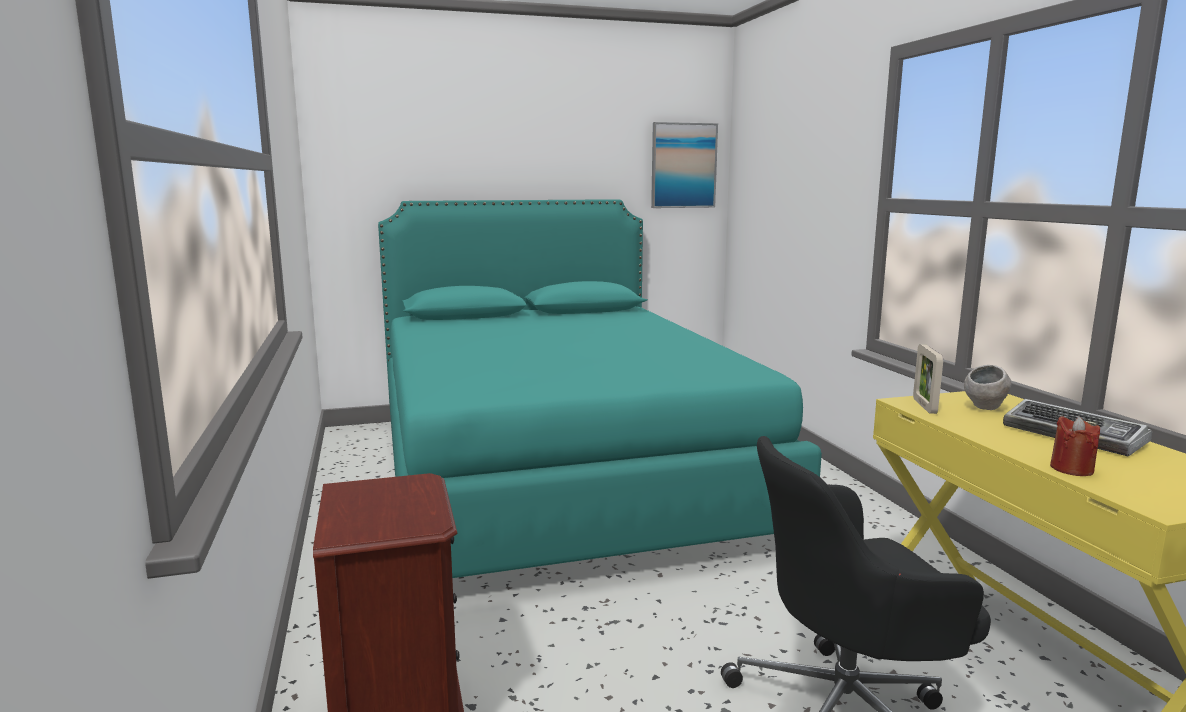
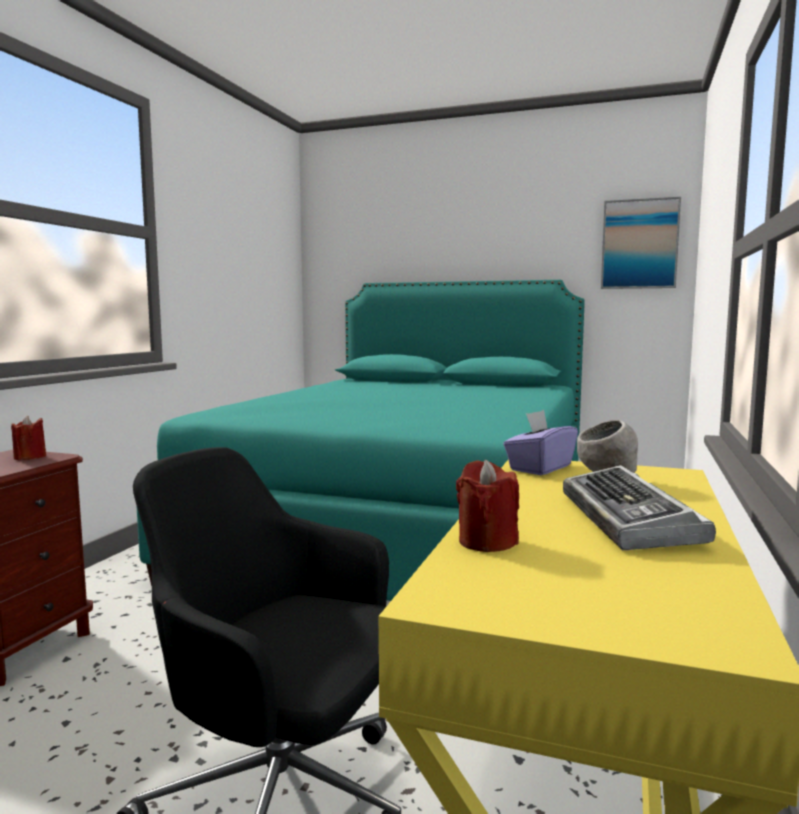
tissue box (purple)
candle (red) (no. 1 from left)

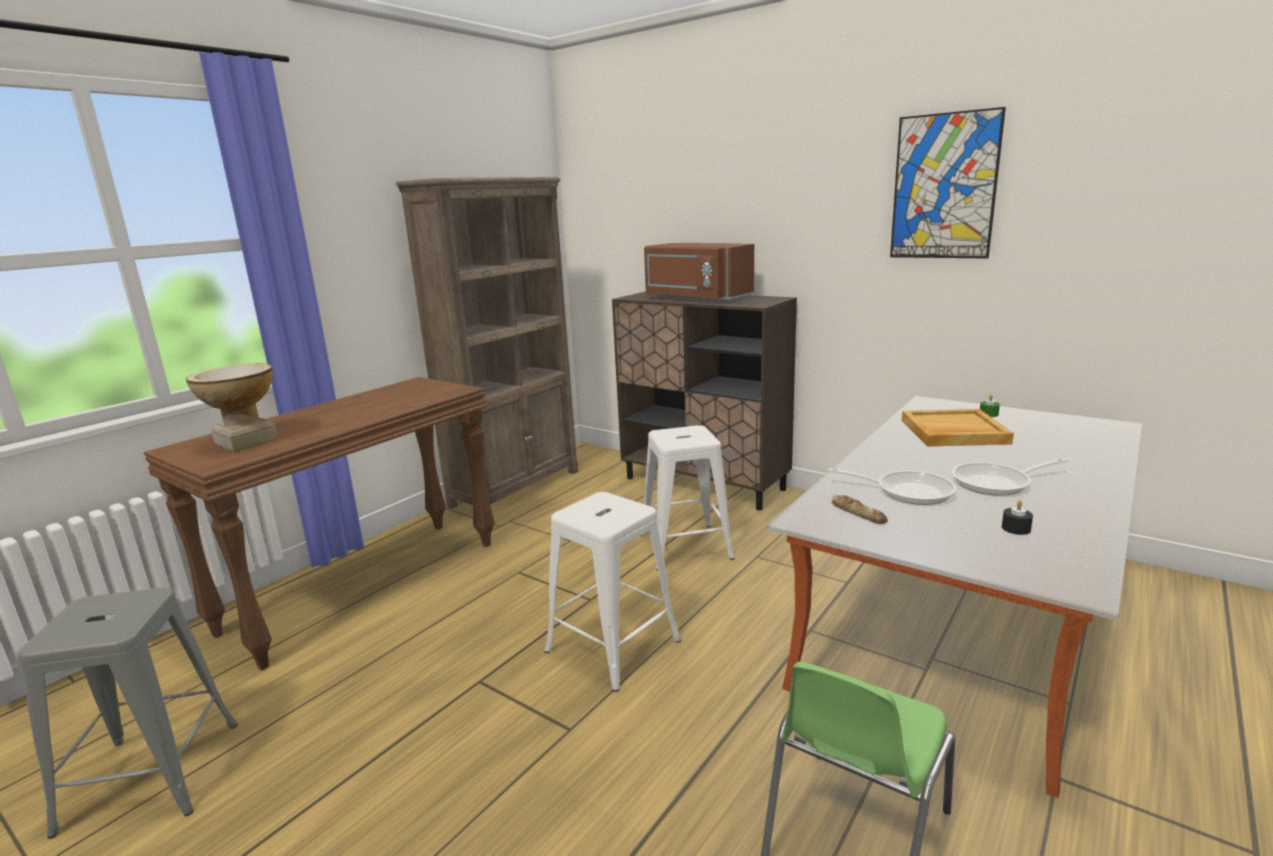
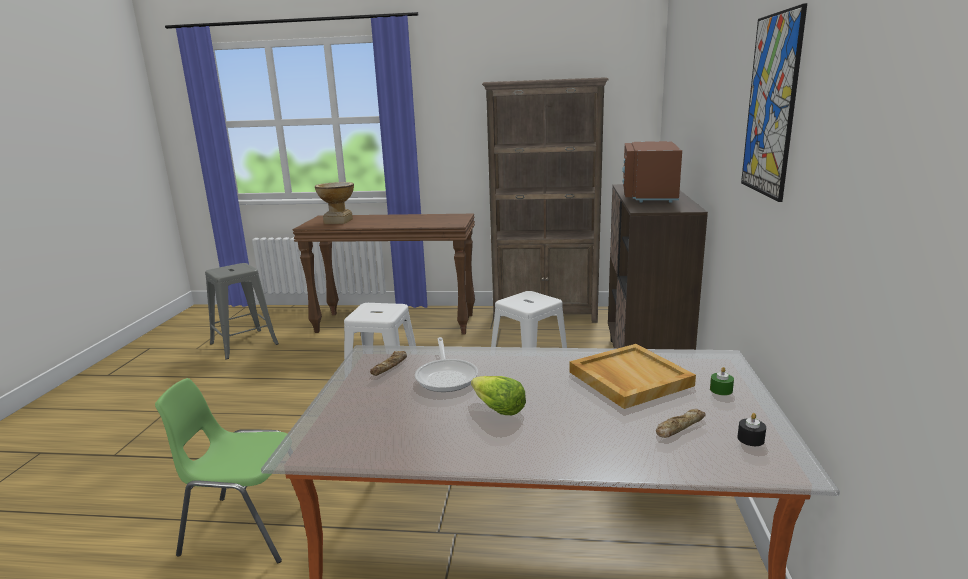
lettuce
candle (black)
bread (no. 2 from left)

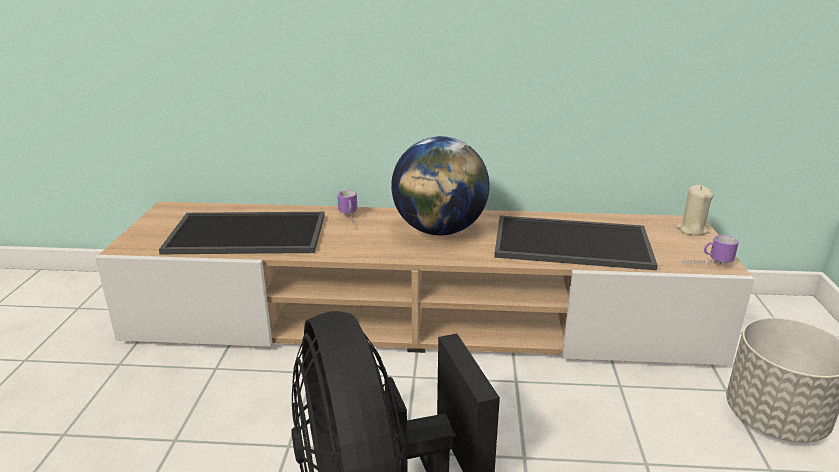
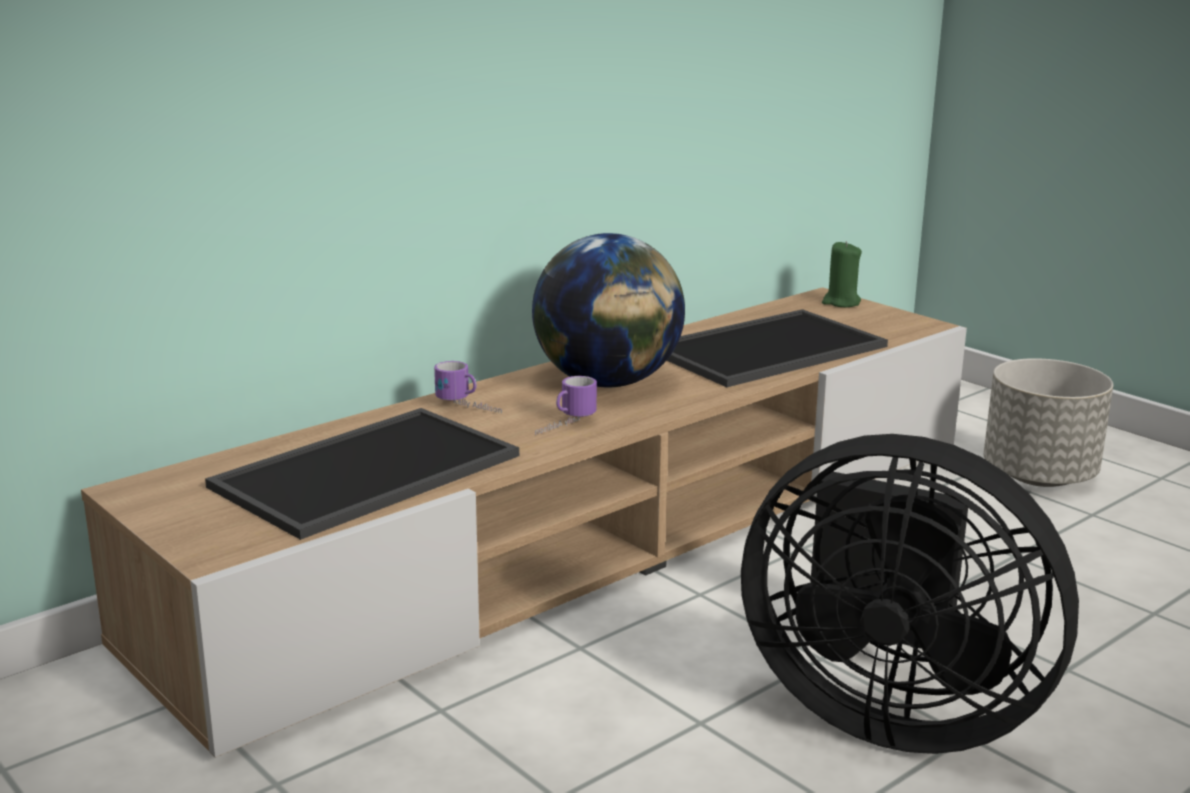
candle (green)
mug (no. 2 from left)

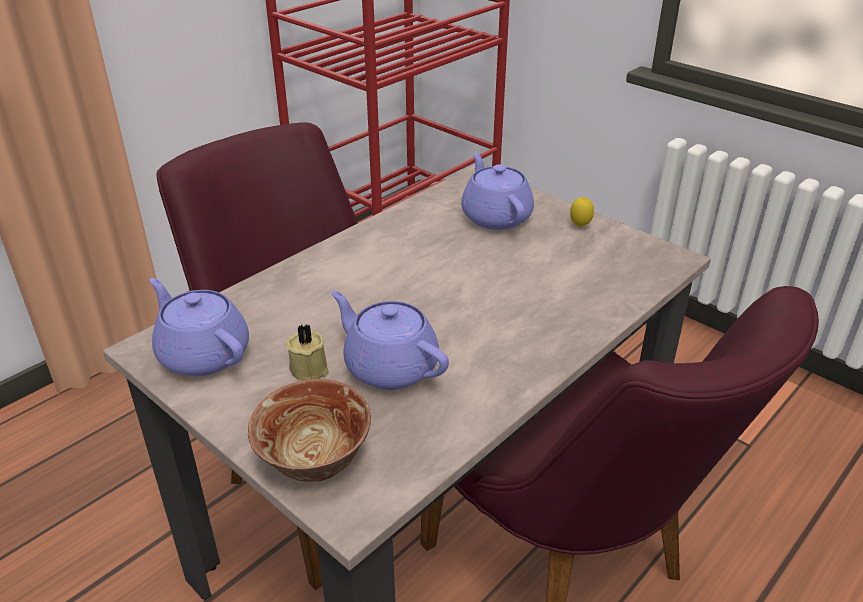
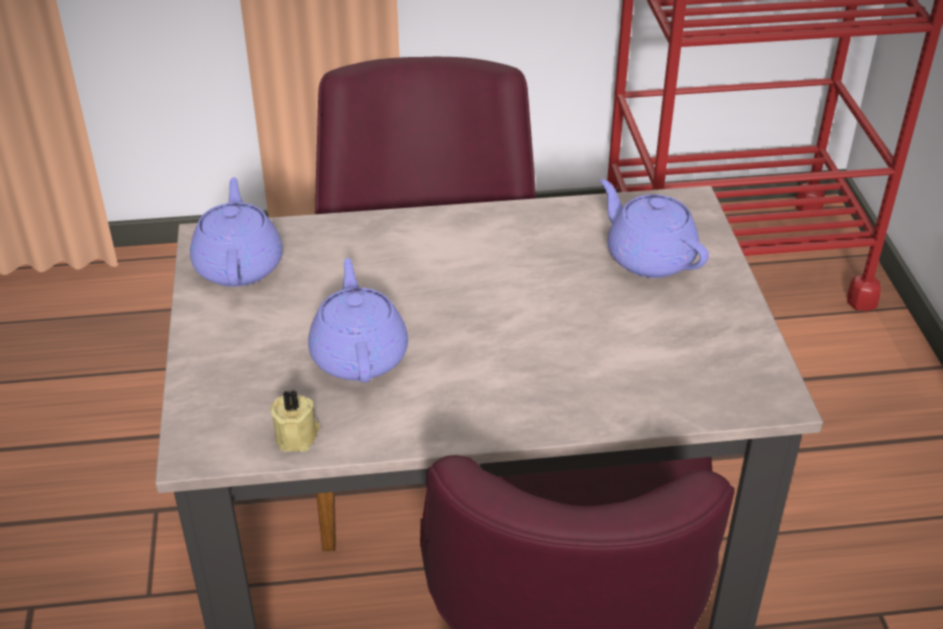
teapot (purple) (no. 3 from left)
lemon
candle (beige)
bowl

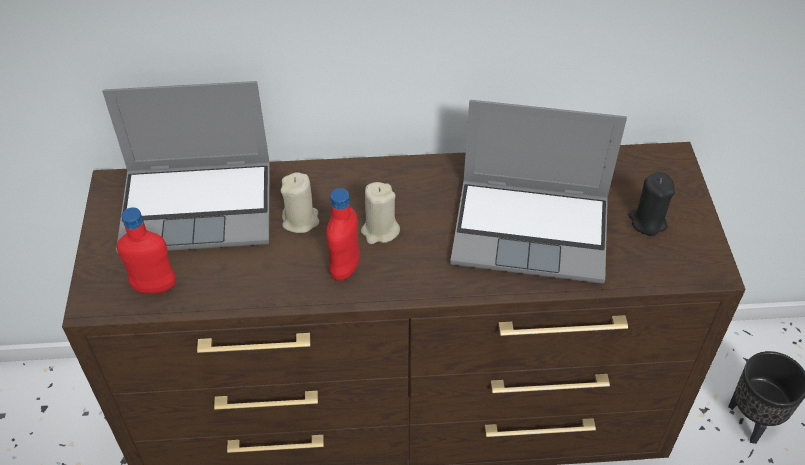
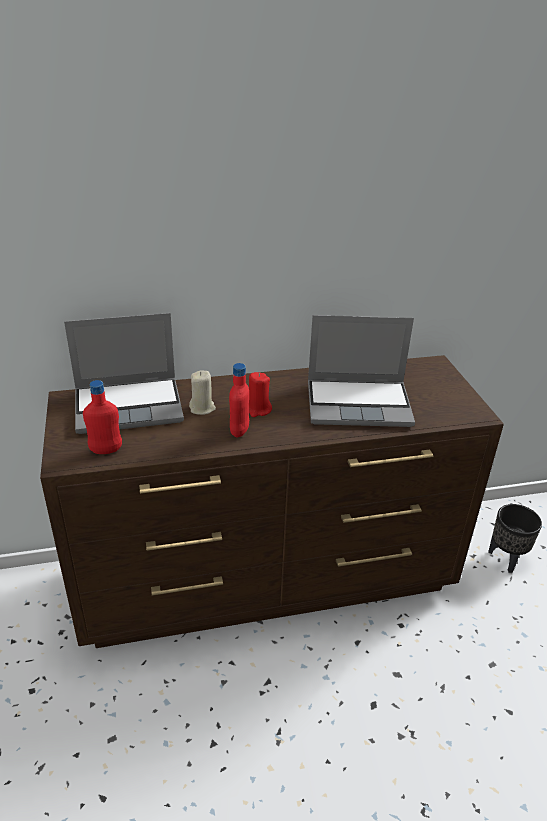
candle (black)
candle (red)

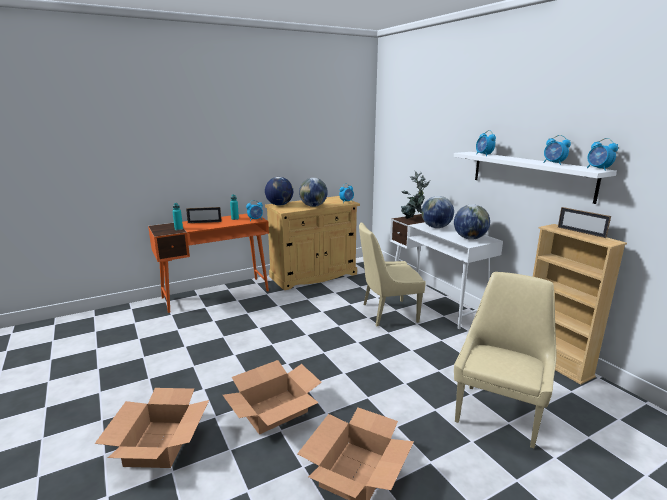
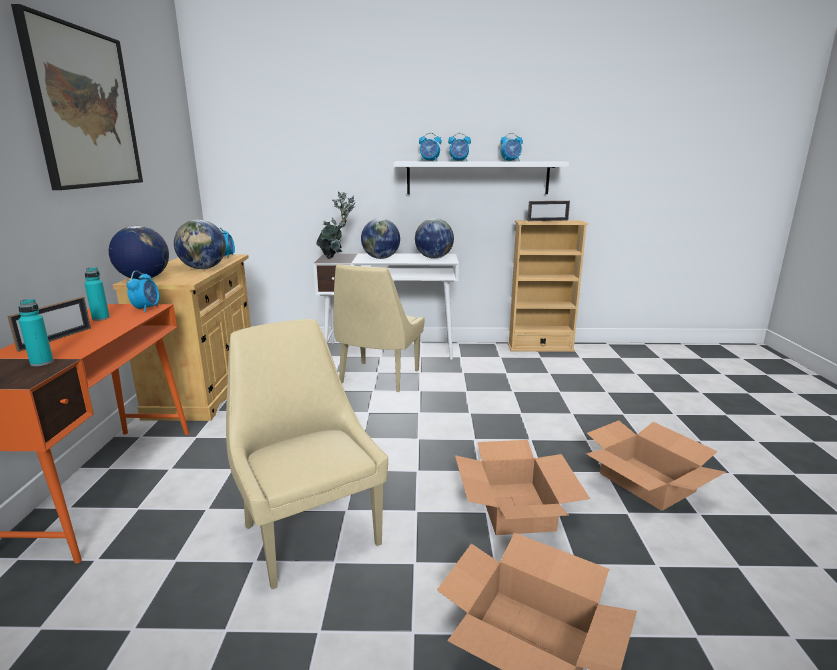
alarm clock (no. 4 from left)
chair (beige) (no. 1 from left)
picture

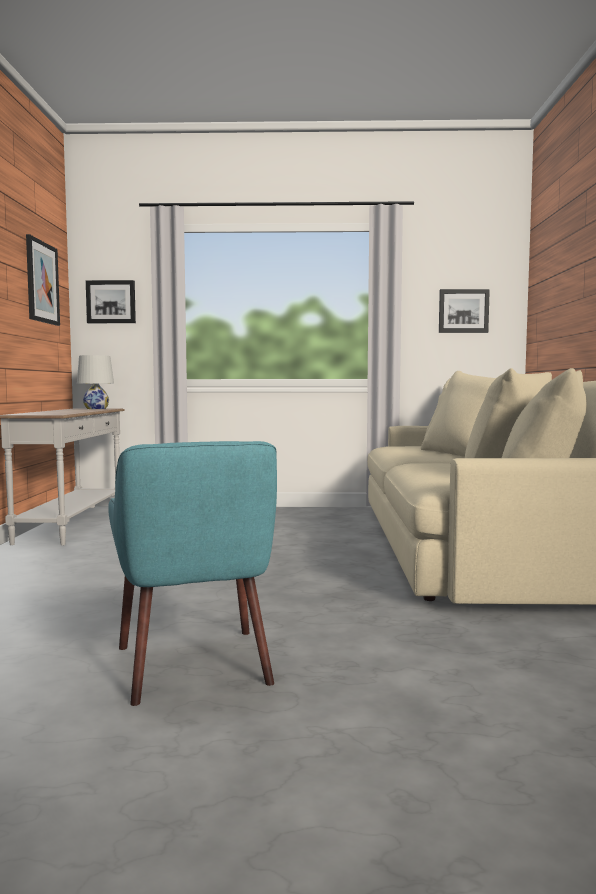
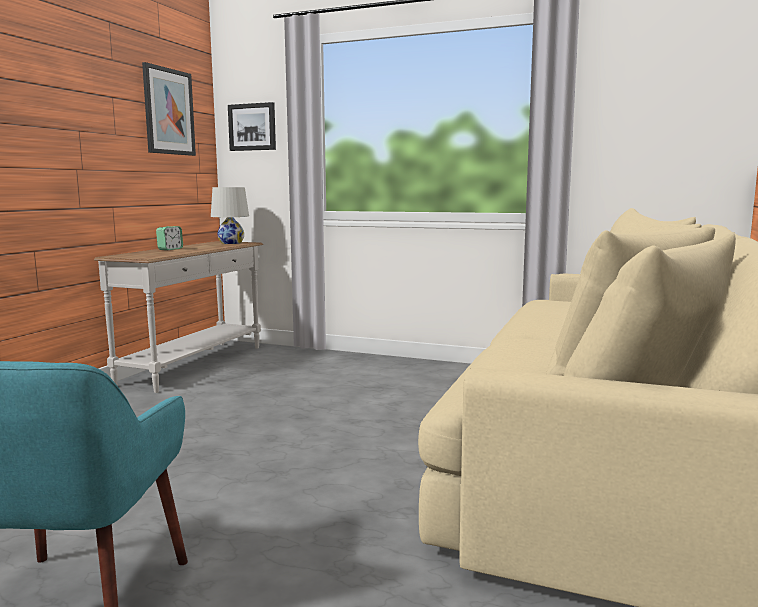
picture (no. 3 from left in the first image)
alarm clock

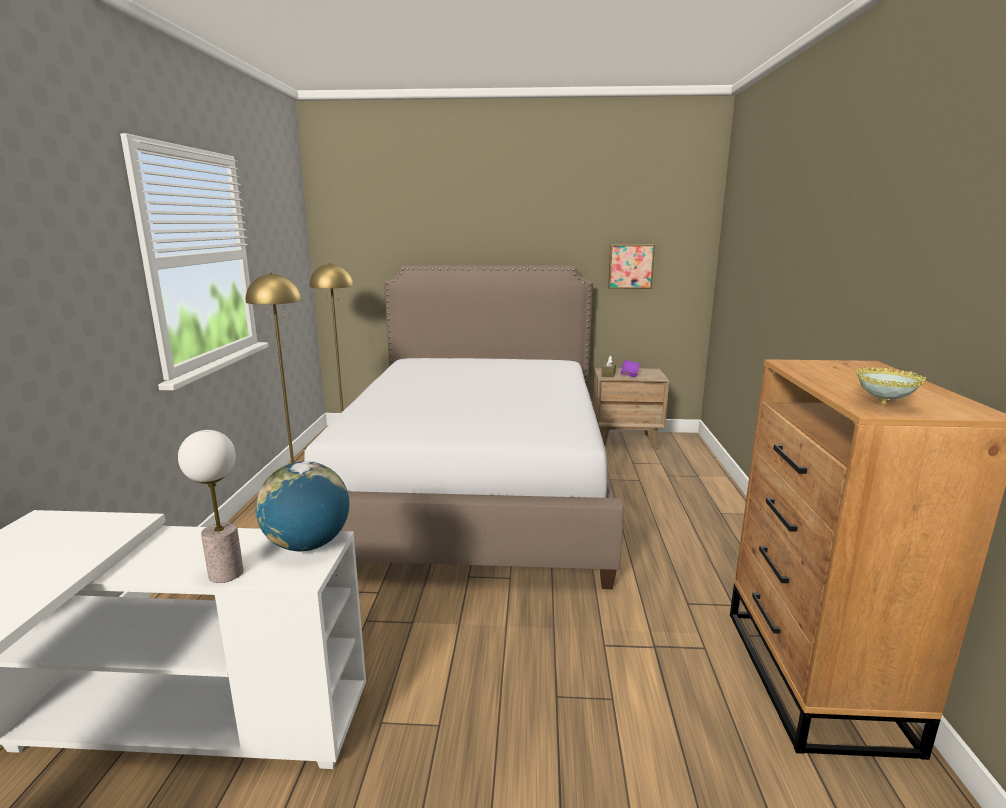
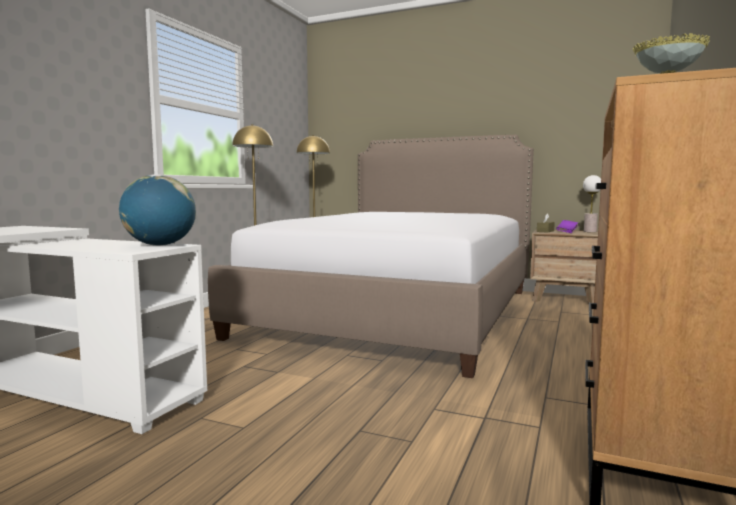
picture
table lamp

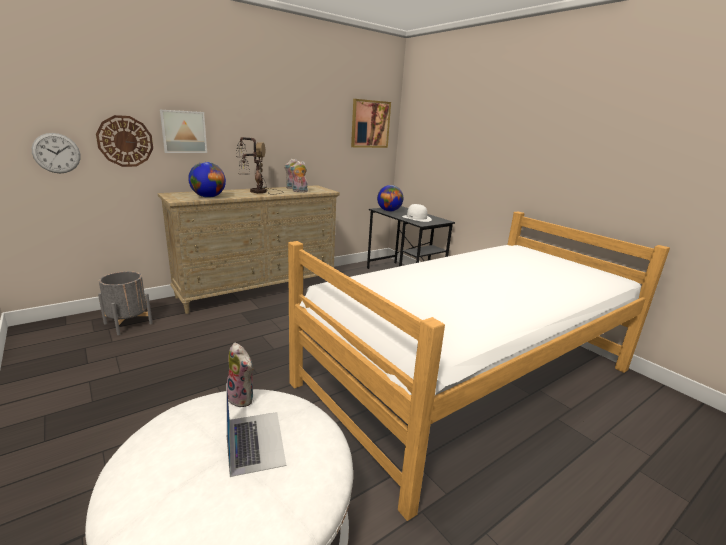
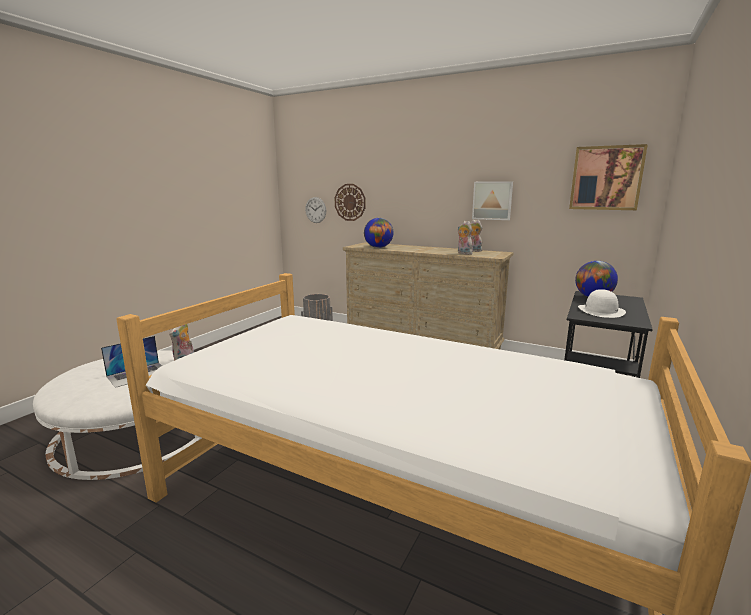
picture (no. 1 from left)
table lamp

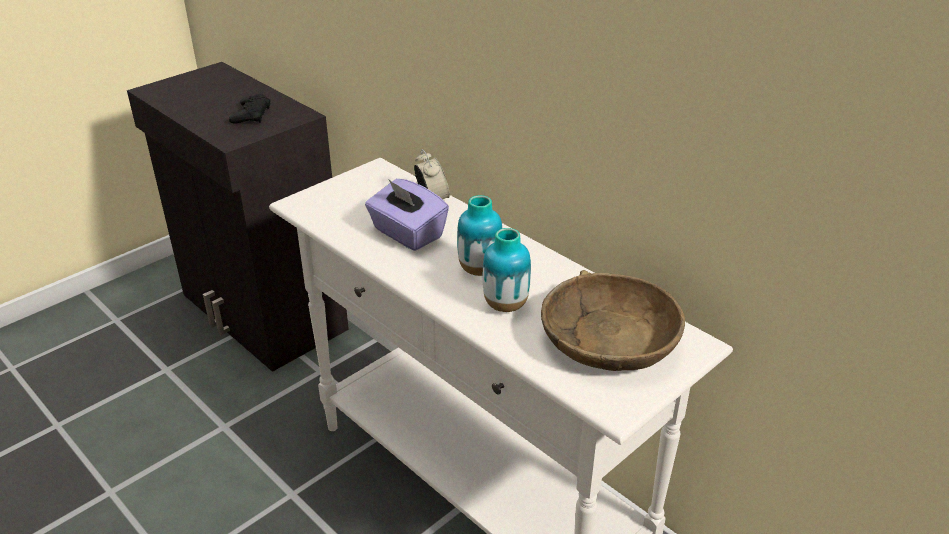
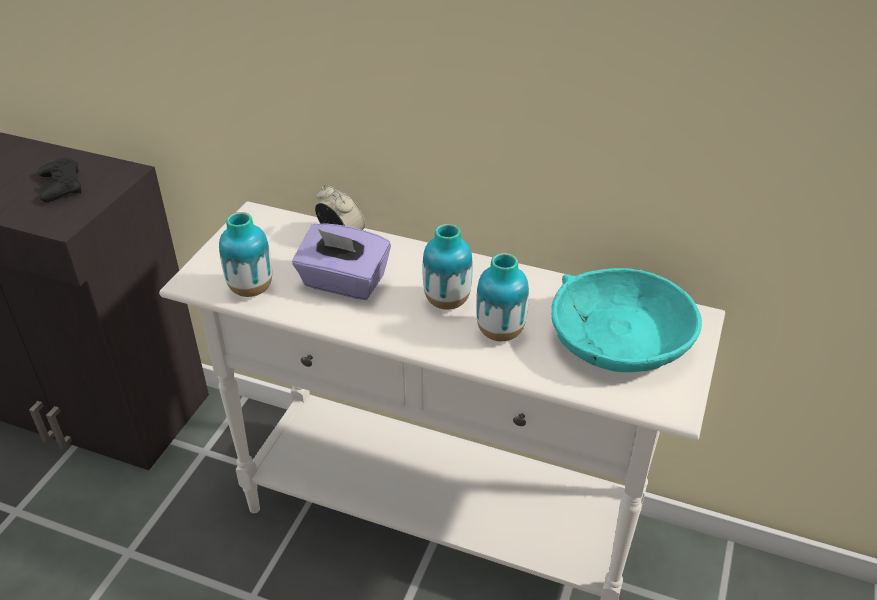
bowl (turquoise)
vase (no. 1 from left)

